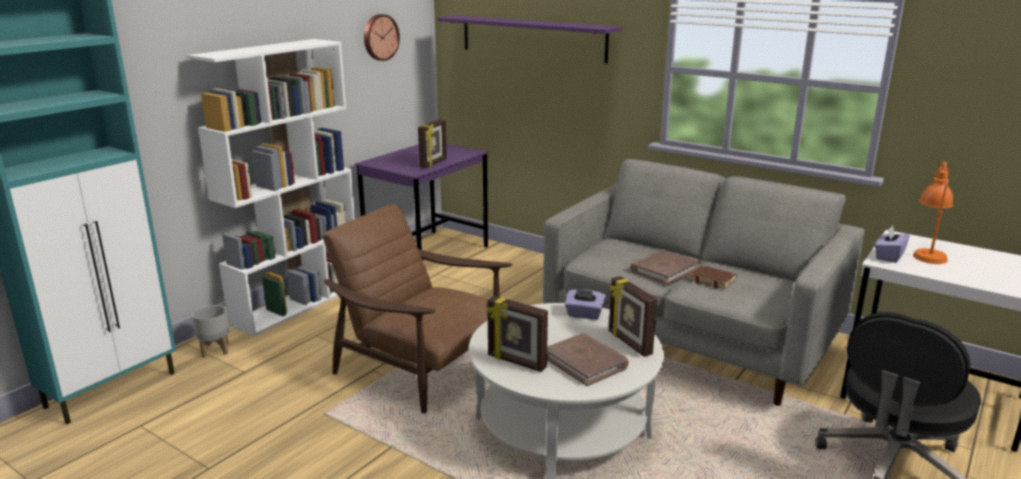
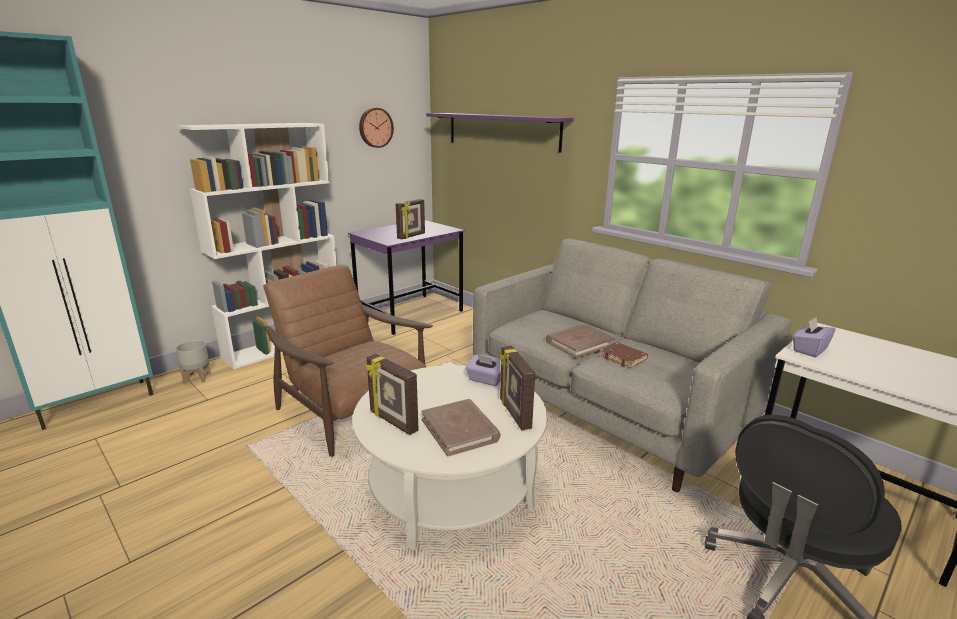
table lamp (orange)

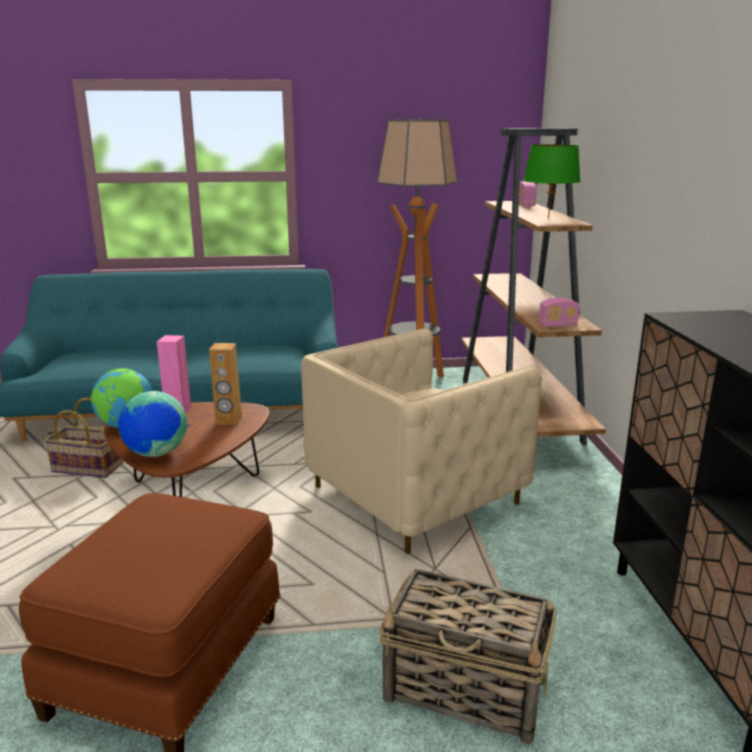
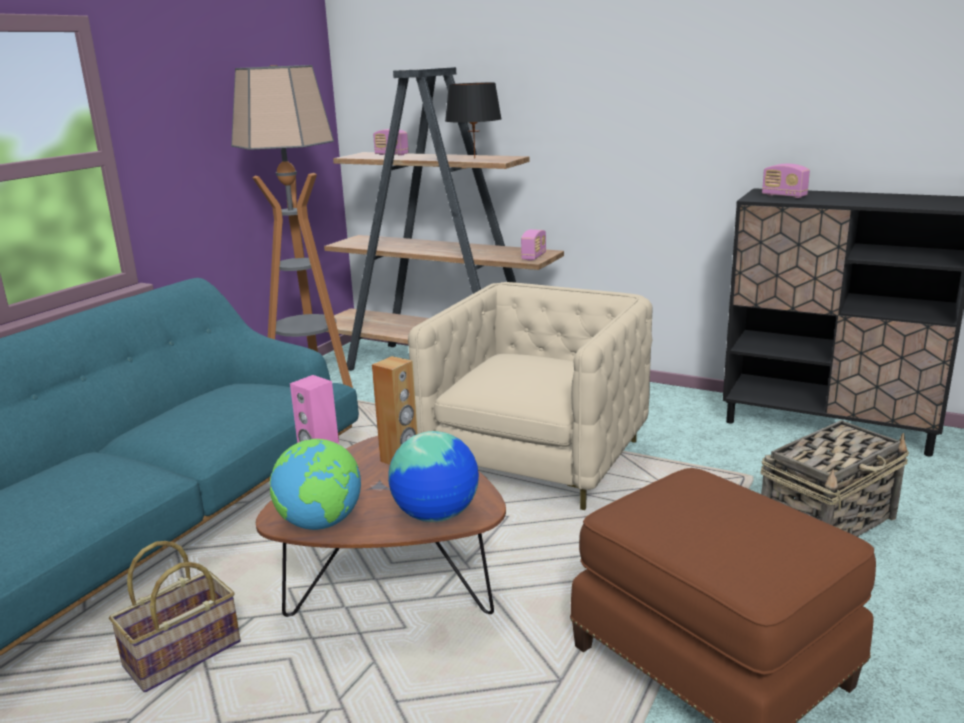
table lamp (black)
armchair (beige)
radio (no. 3 from left)

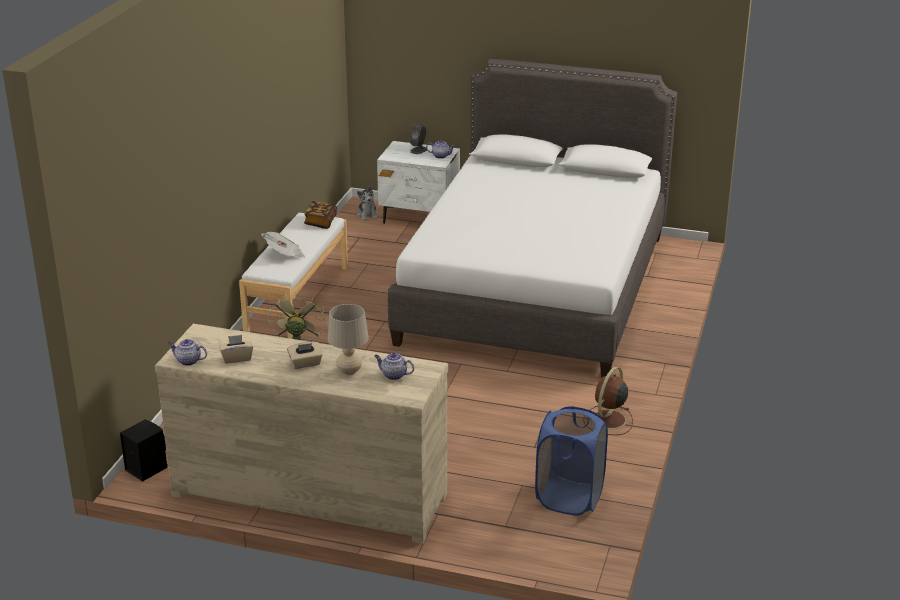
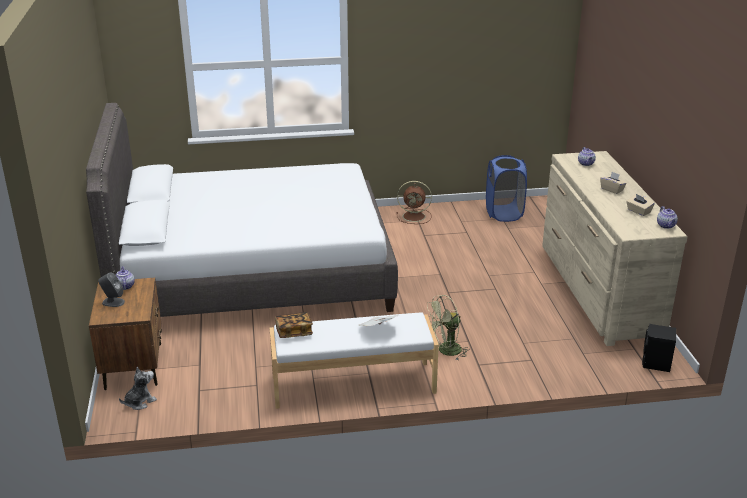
nightstand (brown)
table lamp (beige)

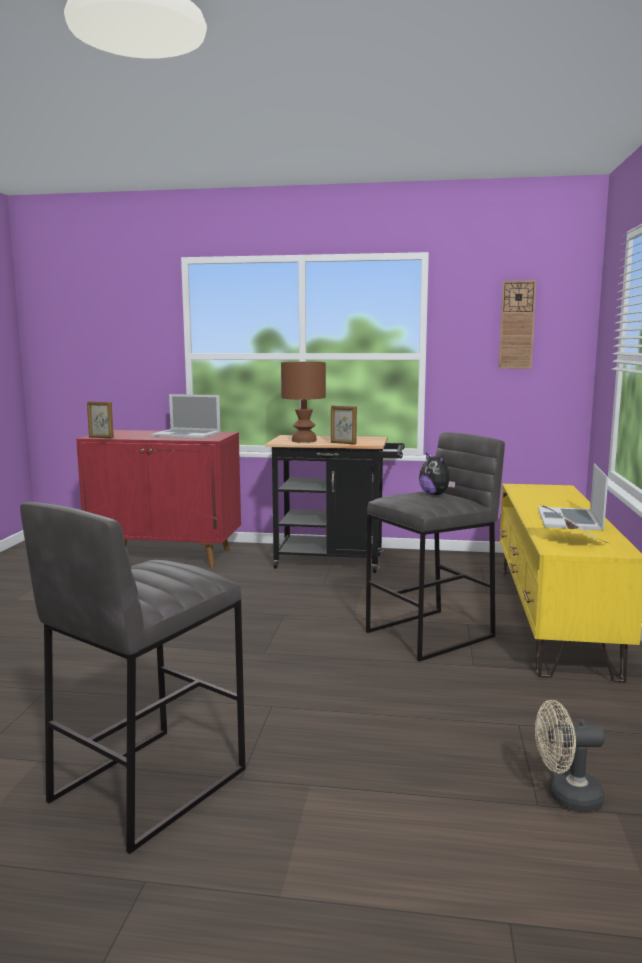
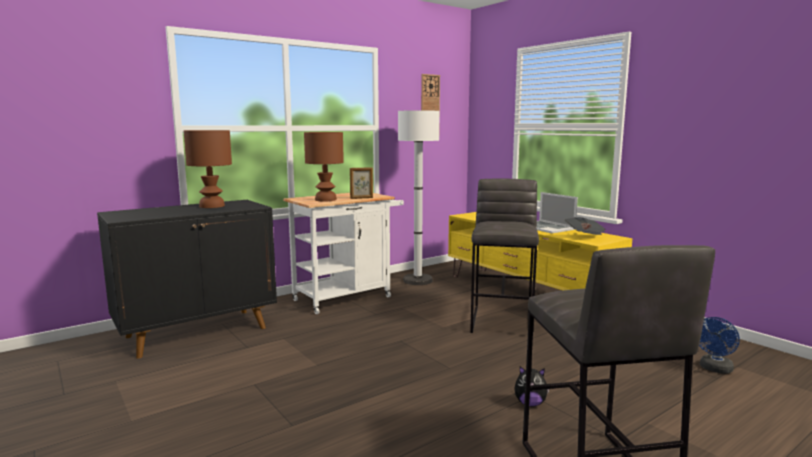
table lamp (brown) (no. 1 from left)
picture frame (no. 1 from left in the first image)
cabinet (black)
cart (white)
plush toy
fan (blue)
floor lamp (white)

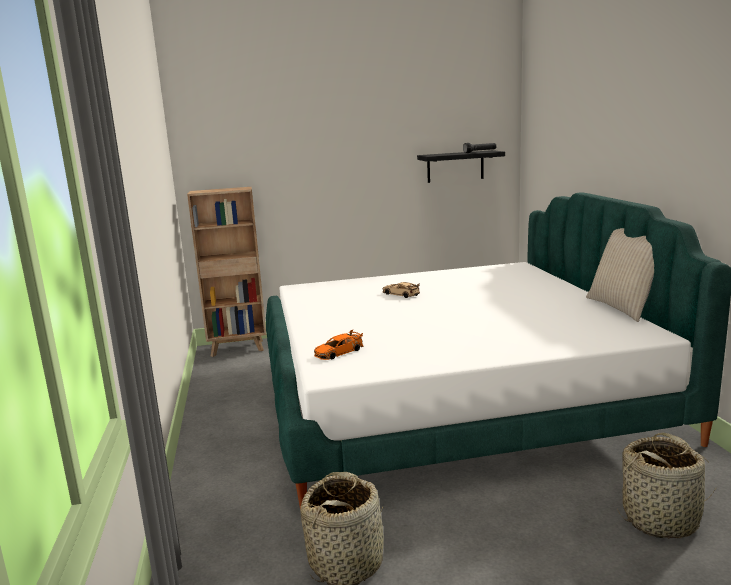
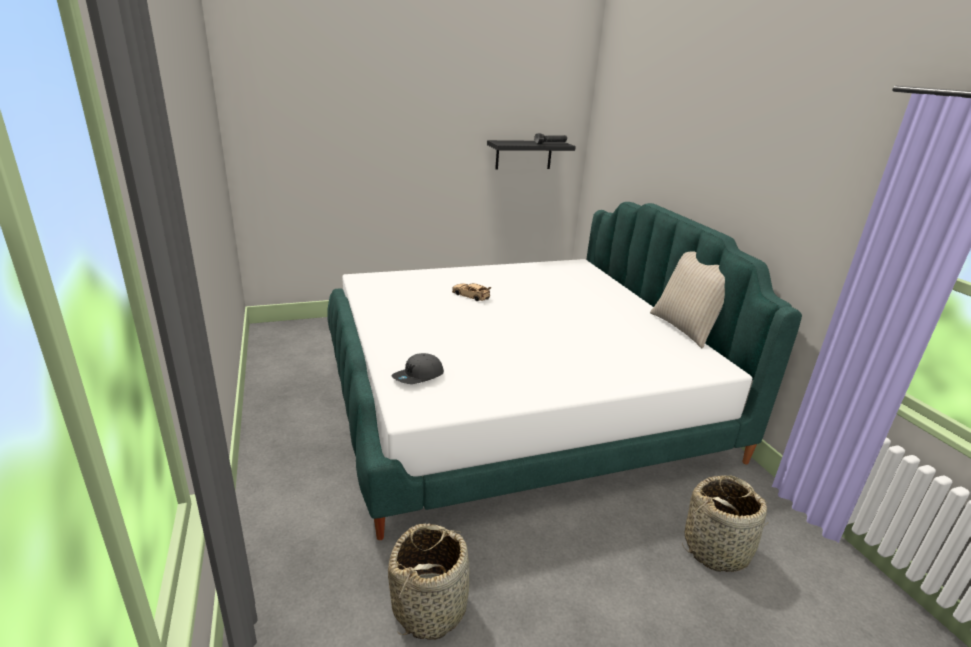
bookcase (brown)
cap (grey)

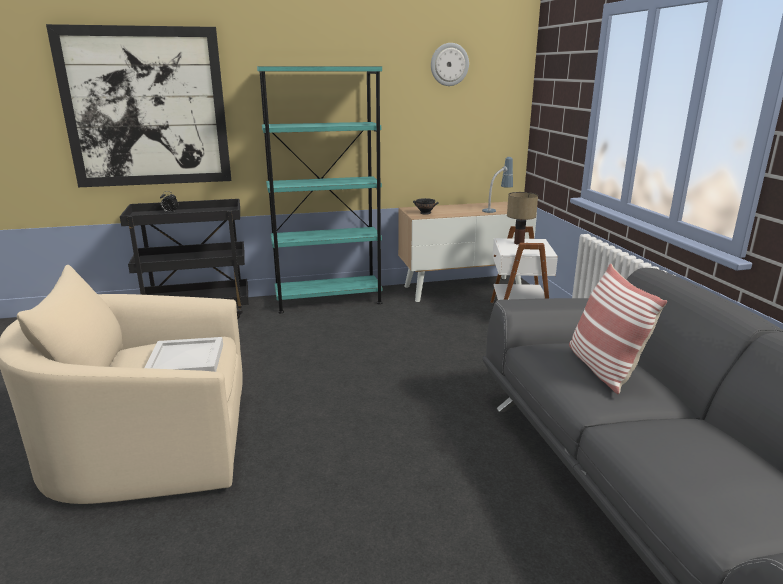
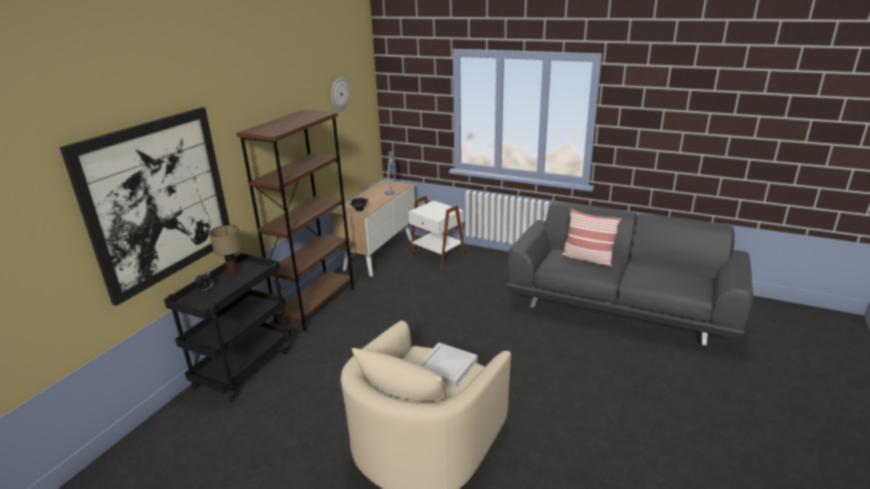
bookcase (brown)
table lamp (no. 1 from left)

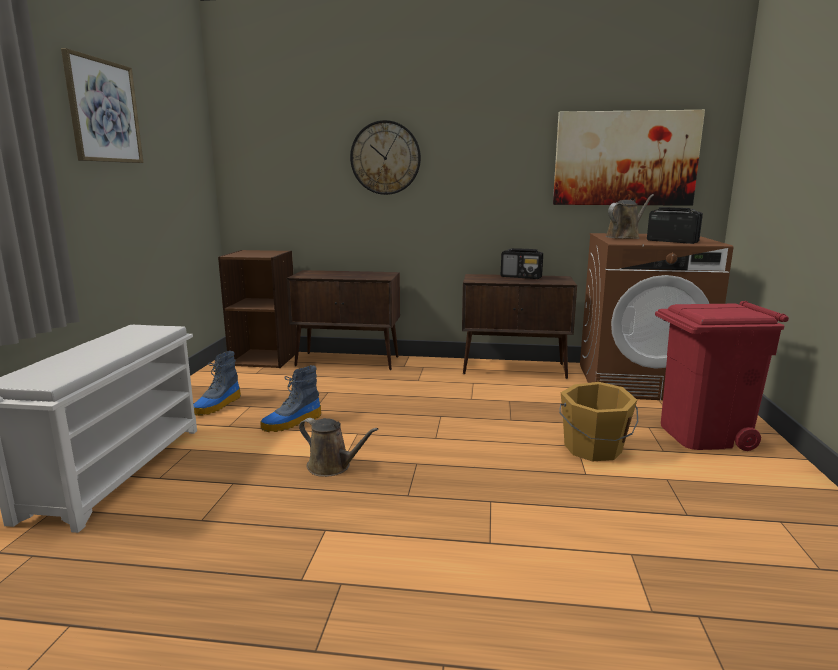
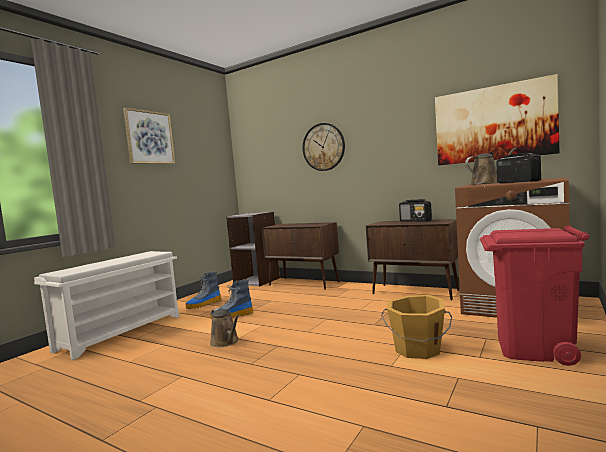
bookcase (grey)

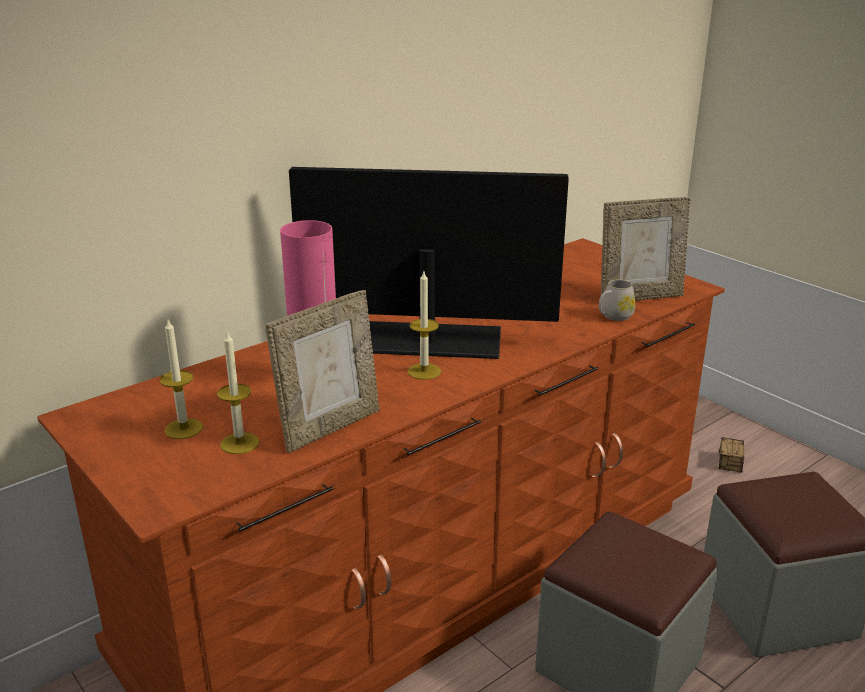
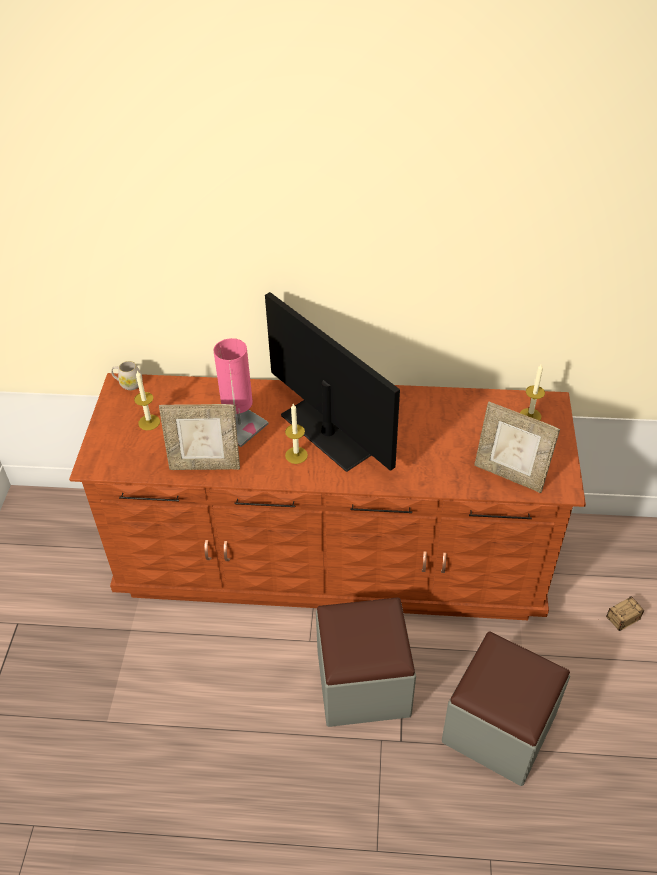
mug (white)
candle (no. 3 from left)

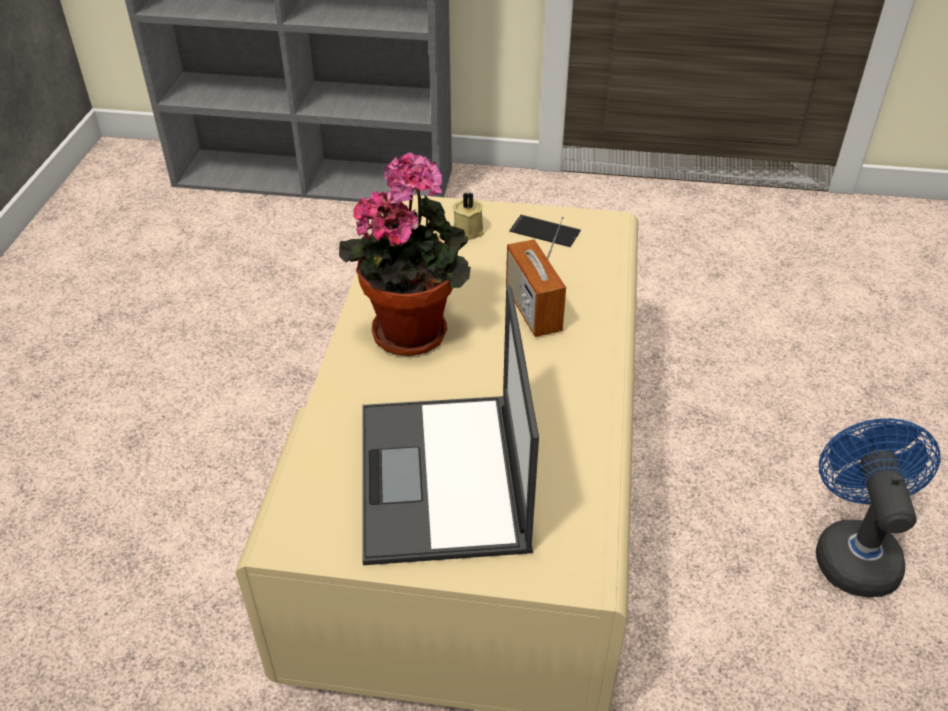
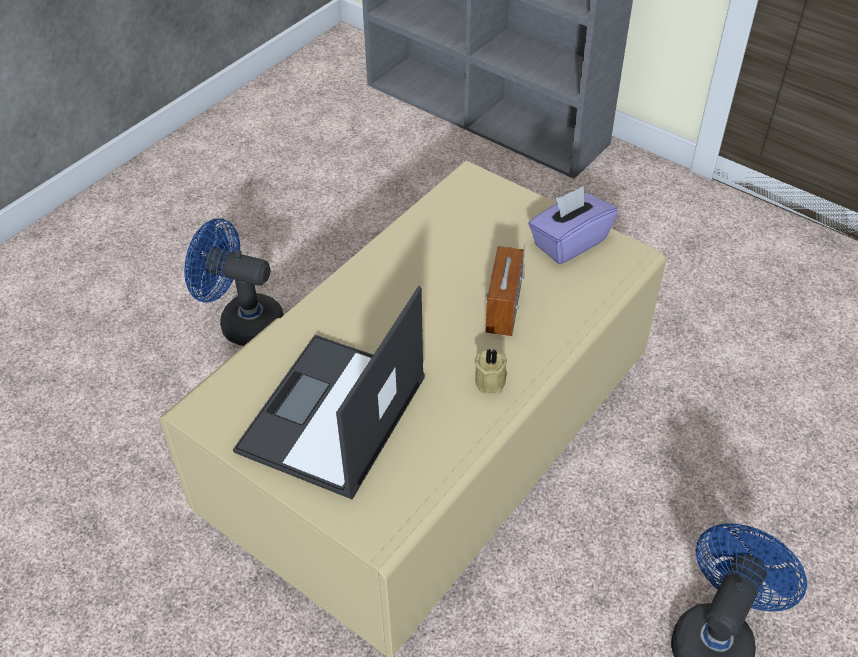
potted plant
candle (beige)
tissue box (purple)
fan (blue) (no. 1 from left)

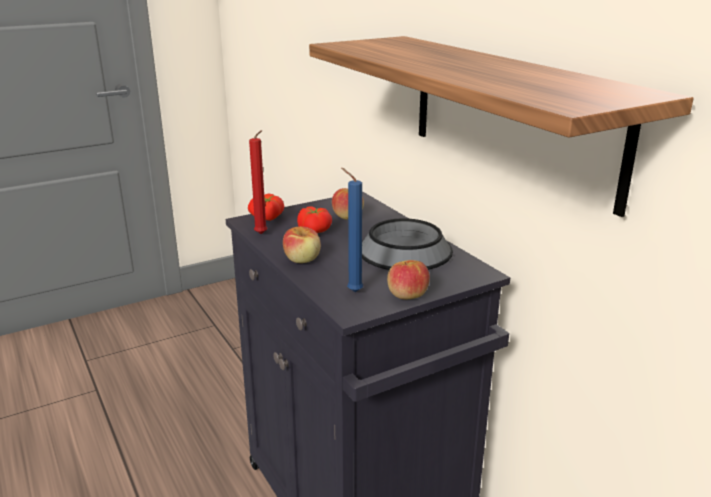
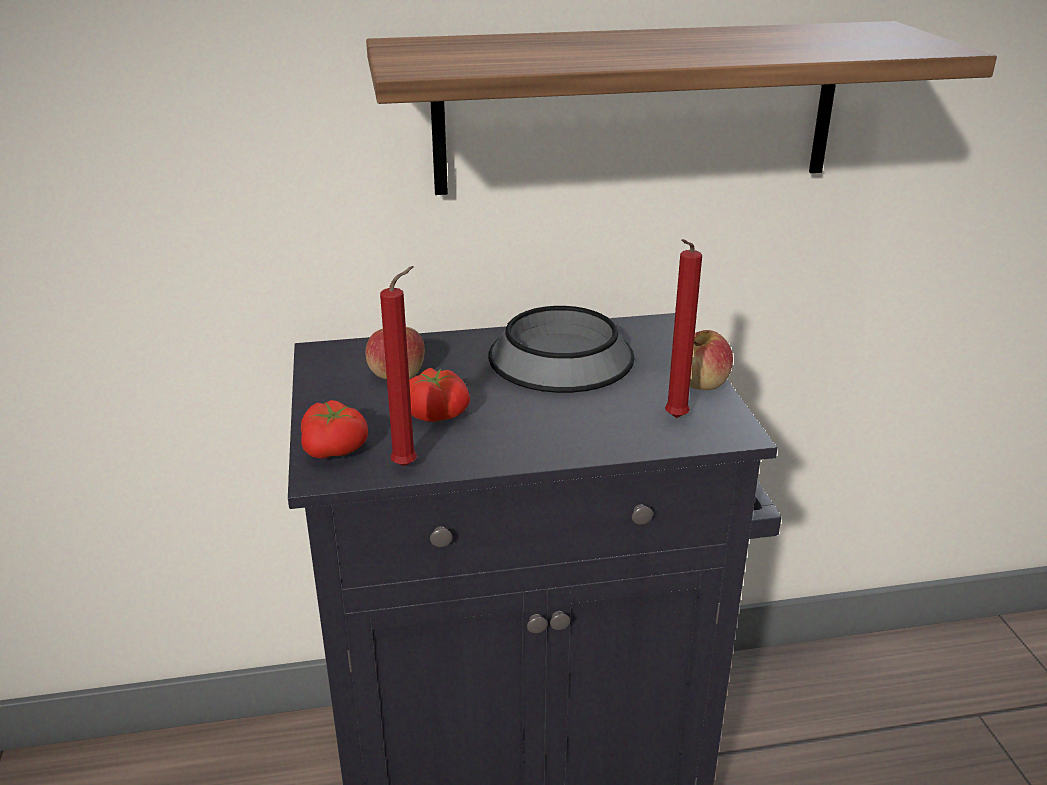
candle (red) (no. 2 from left)
apple (no. 1 from left in the first image)

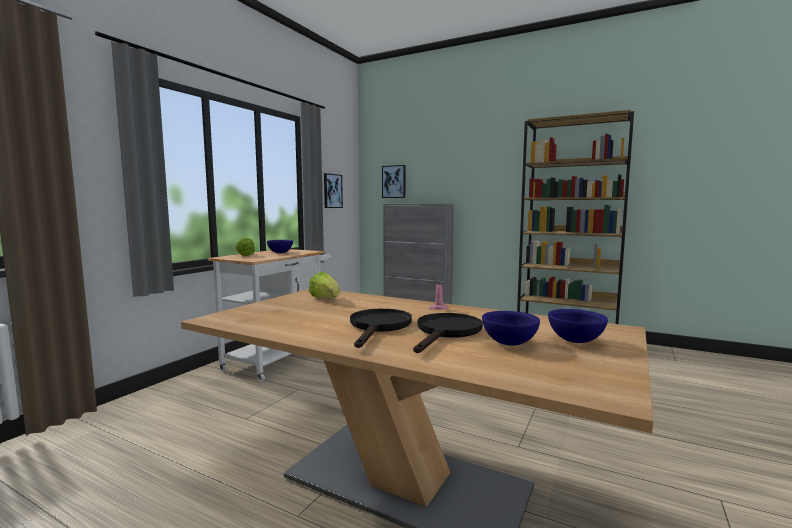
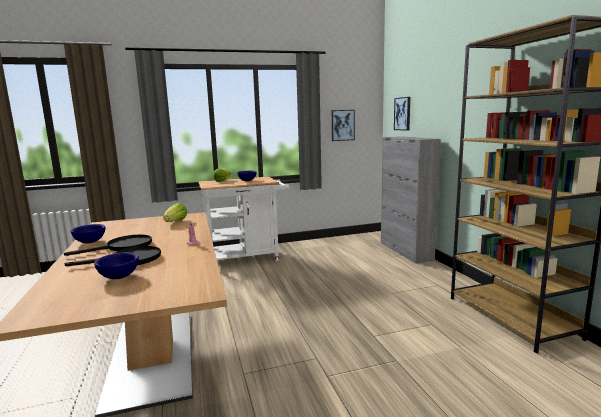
bowl (blue) (no. 1 from left)

